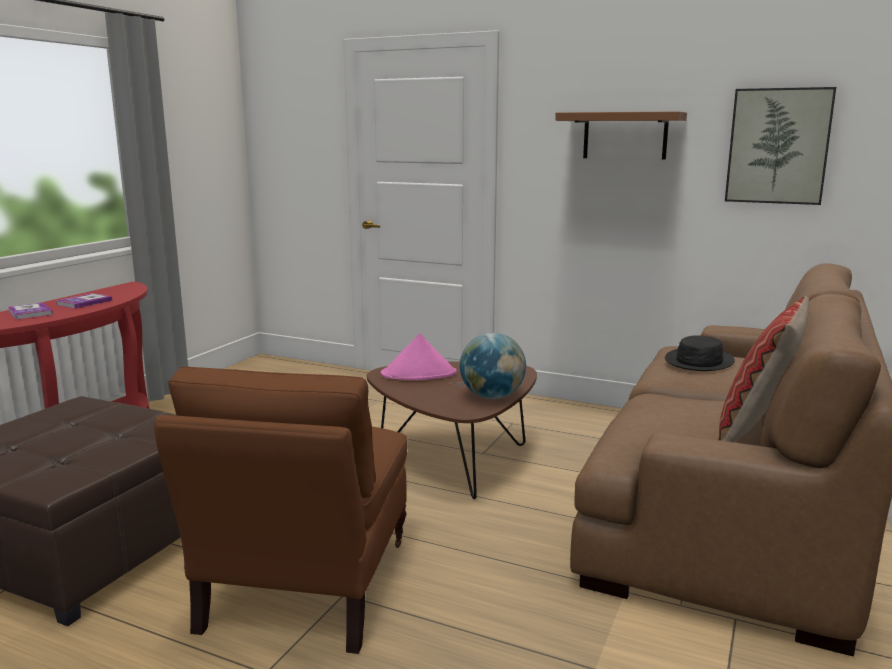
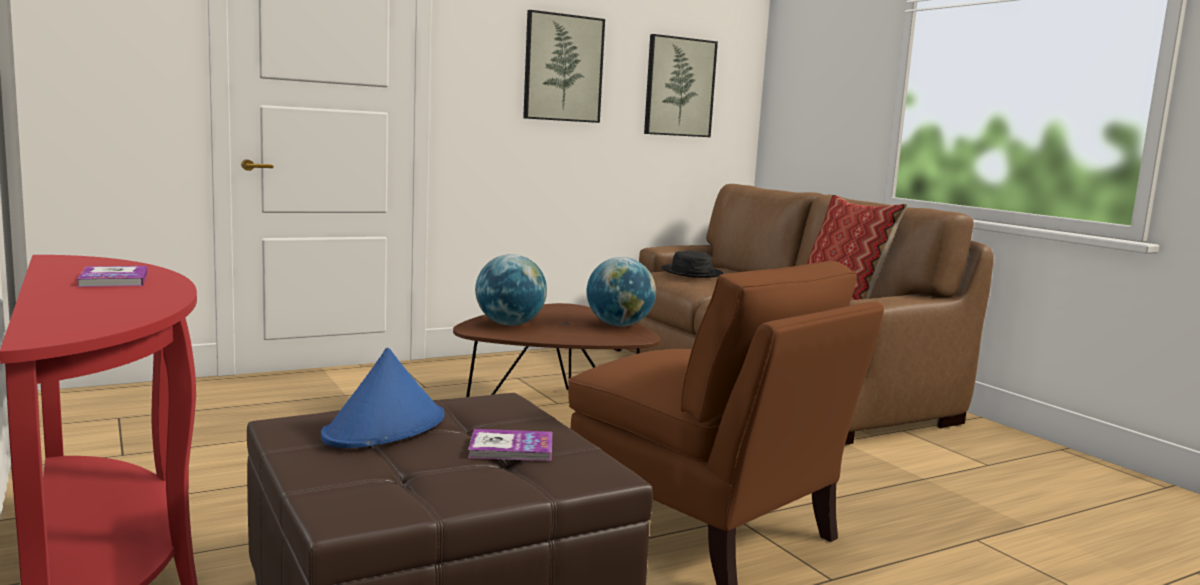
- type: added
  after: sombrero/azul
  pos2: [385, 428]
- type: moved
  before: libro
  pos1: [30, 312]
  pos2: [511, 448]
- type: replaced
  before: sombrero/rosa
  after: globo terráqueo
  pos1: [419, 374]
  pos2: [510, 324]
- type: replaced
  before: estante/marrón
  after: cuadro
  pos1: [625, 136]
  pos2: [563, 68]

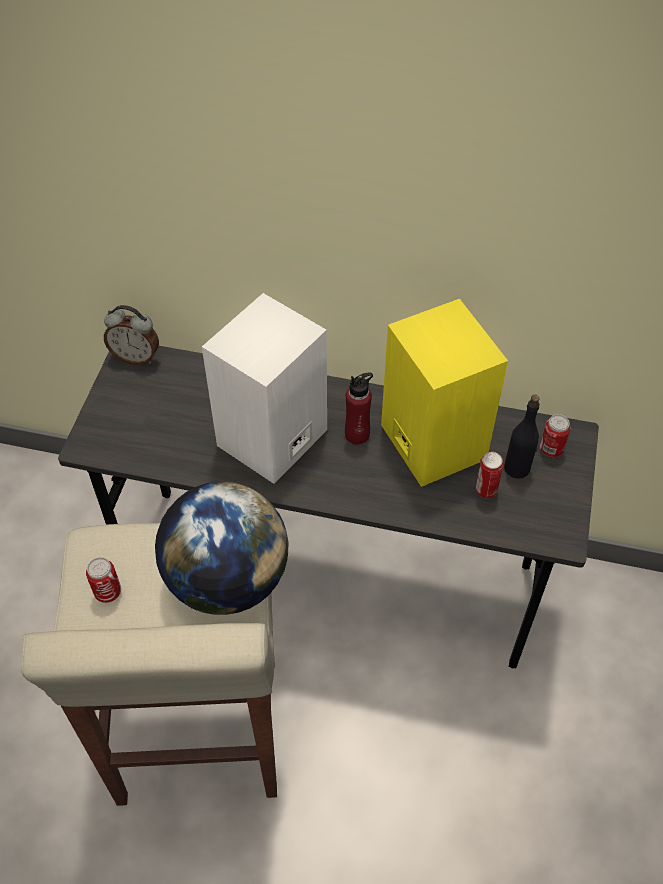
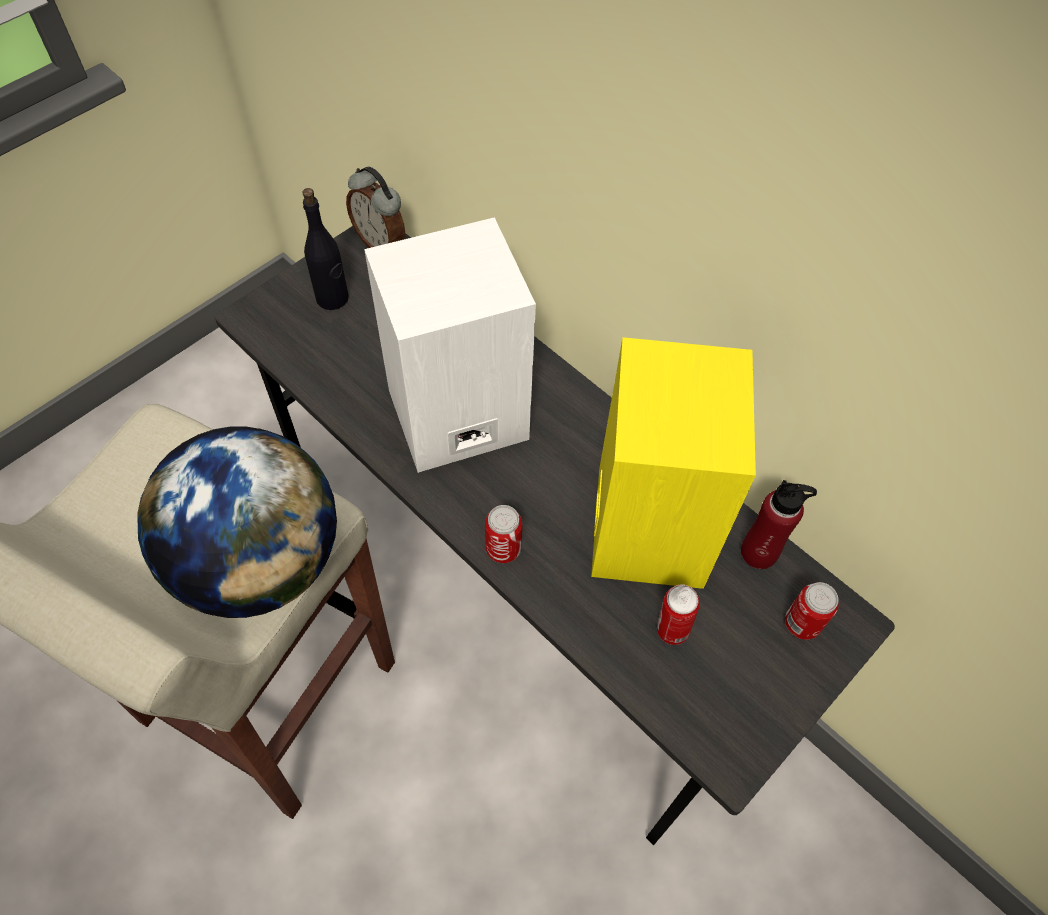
- type: moved
  before: lata
  pos1: [108, 592]
  pos2: [503, 549]
- type: moved
  before: botella/rojo
  pos1: [357, 435]
  pos2: [759, 552]
- type: moved
  before: botella/negro
  pos1: [517, 468]
  pos2: [332, 298]

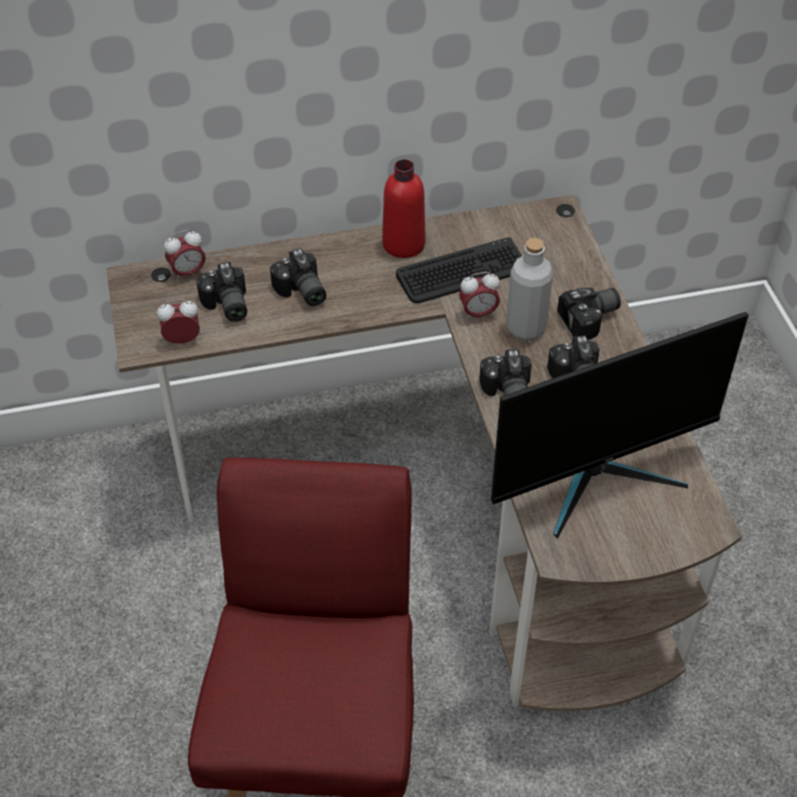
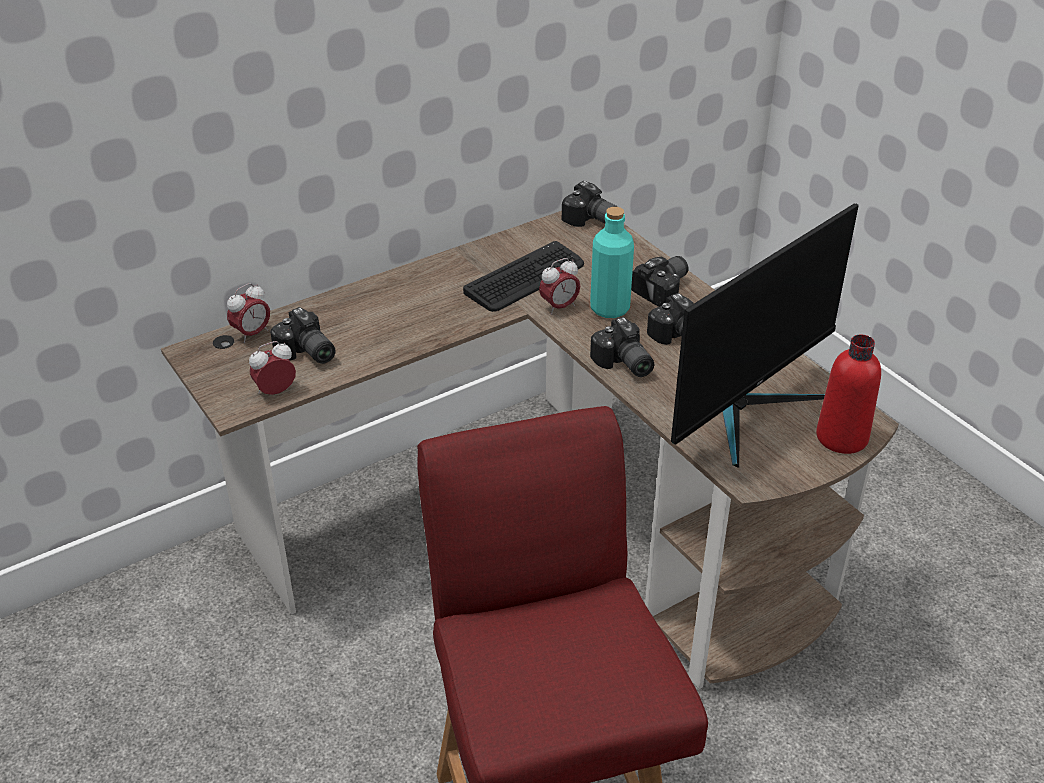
- type: moved
  before: cámara
  pos1: [301, 292]
  pos2: [591, 221]
- type: moved
  before: botella/rojo
  pos1: [403, 244]
  pos2: [842, 437]
- type: recoloured
  before: botella/gris
  after: botella/turquesa
  pos1: [526, 327]
  pos2: [609, 308]

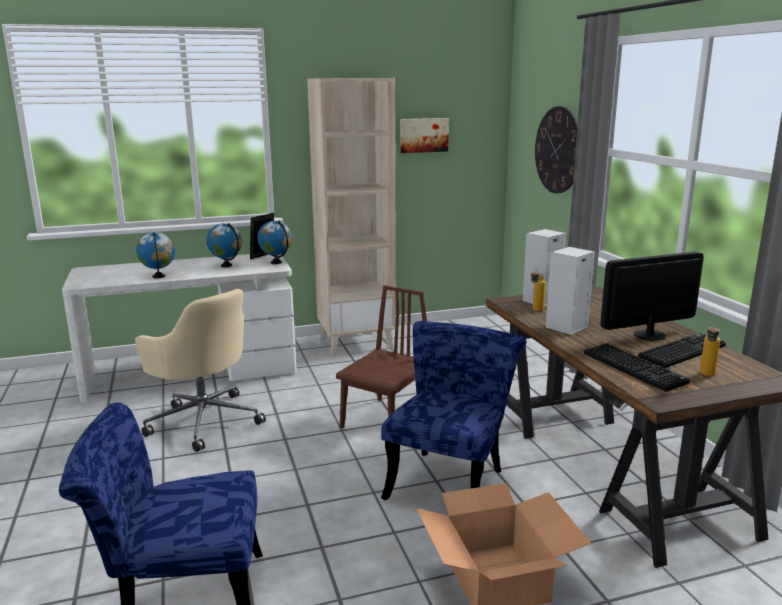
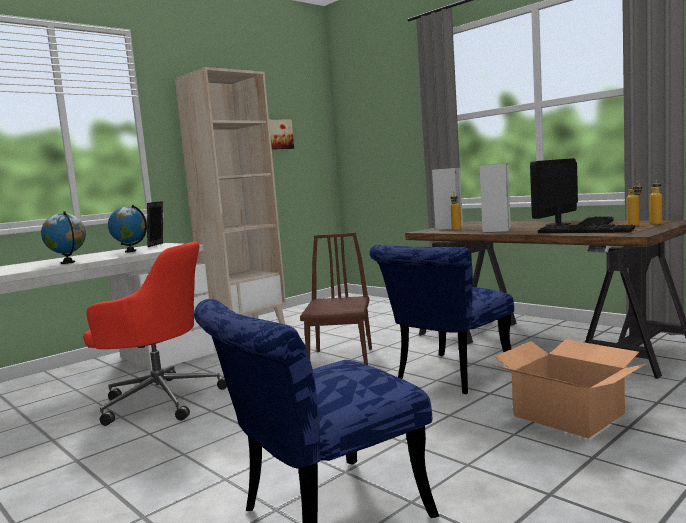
- type: removed
  before: globo terráqueo
  pos1: [276, 262]
- type: removed
  before: reloj de pared
  pos1: [558, 150]
- type: added
  after: botella
  pos2: [656, 223]
- type: recoloured
  before: silla de oficina/beis
  after: silla de oficina/rojo
  pos1: [204, 420]
  pos2: [160, 400]
- type: turned
  before: silla/azul
  pos1: [451, 480]
  pos2: [448, 376]
  turn: -135

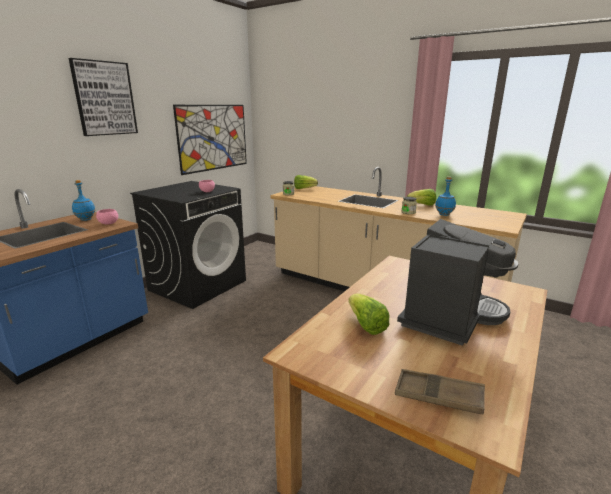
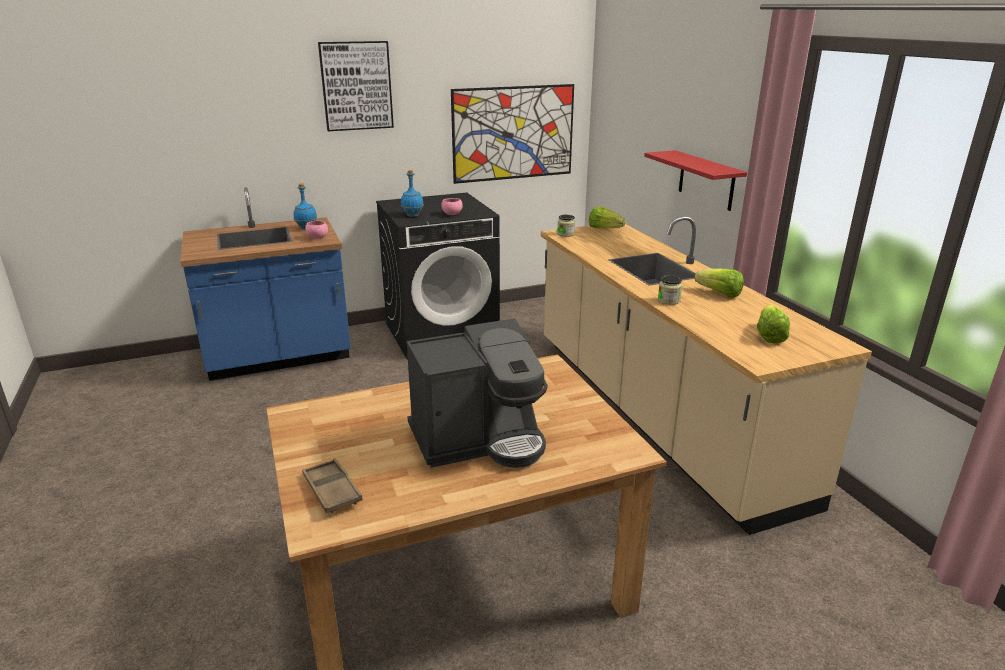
- type: added
  after: estante/rojo
  pos2: [706, 180]
- type: moved
  before: lechuga
  pos1: [366, 325]
  pos2: [769, 335]
- type: moved
  before: botella/azul
  pos1: [444, 215]
  pos2: [413, 215]

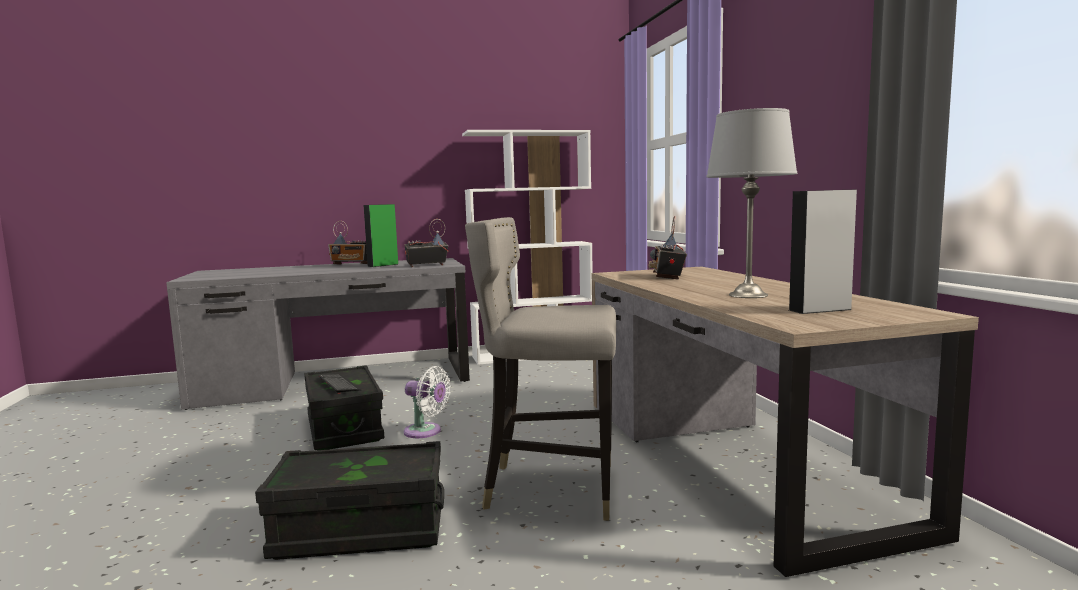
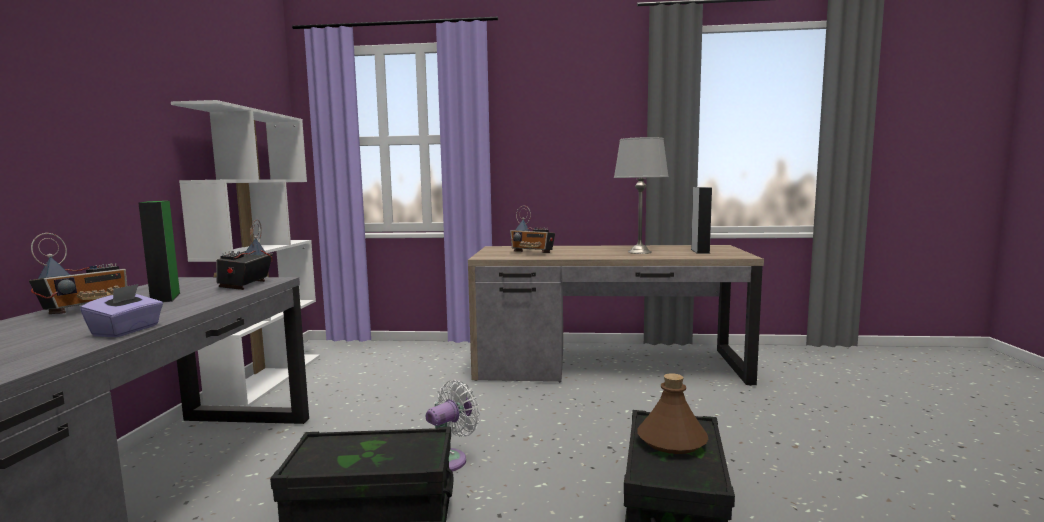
- type: removed
  before: teclado
  pos1: [339, 384]
- type: removed
  before: taburete/gris
  pos1: [550, 488]
- type: added
  after: caja de pañuelos/morado
  pos2: [127, 331]
- type: added
  after: botella/marrón
  pos2: [671, 440]

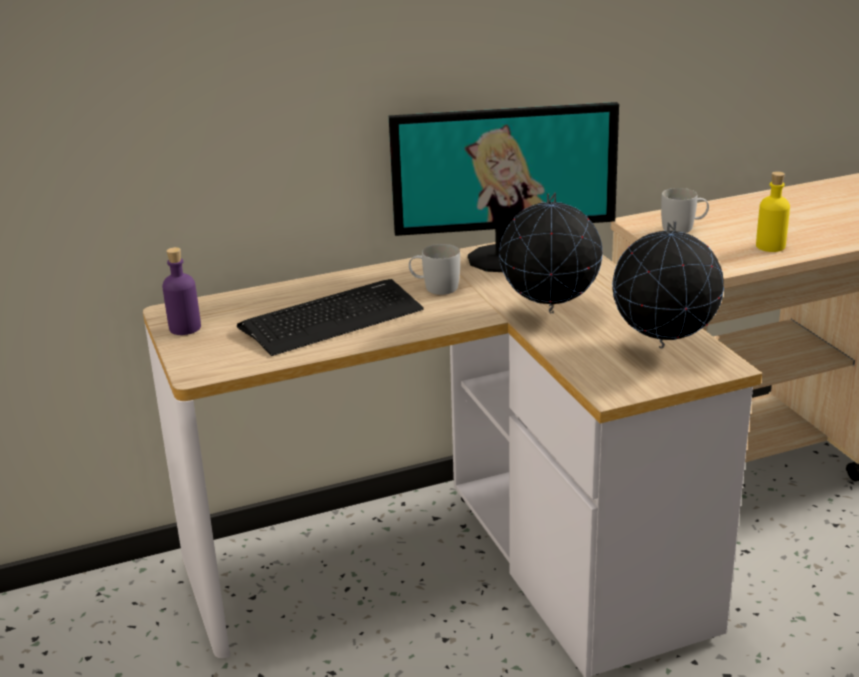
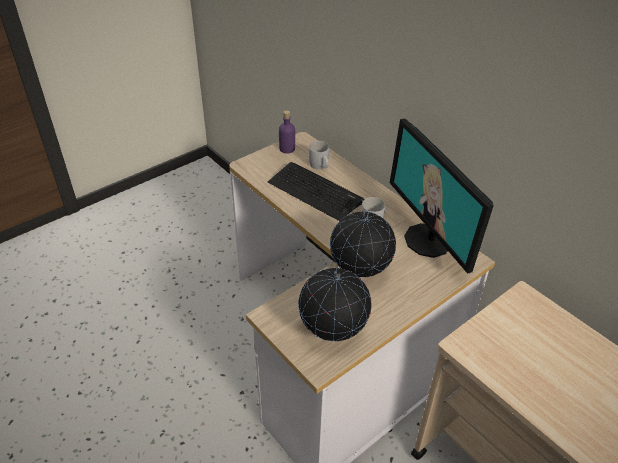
- type: removed
  before: botella/amarillo
  pos1: [770, 246]
- type: moved
  before: taza grande/blanco
  pos1: [683, 228]
  pos2: [320, 166]

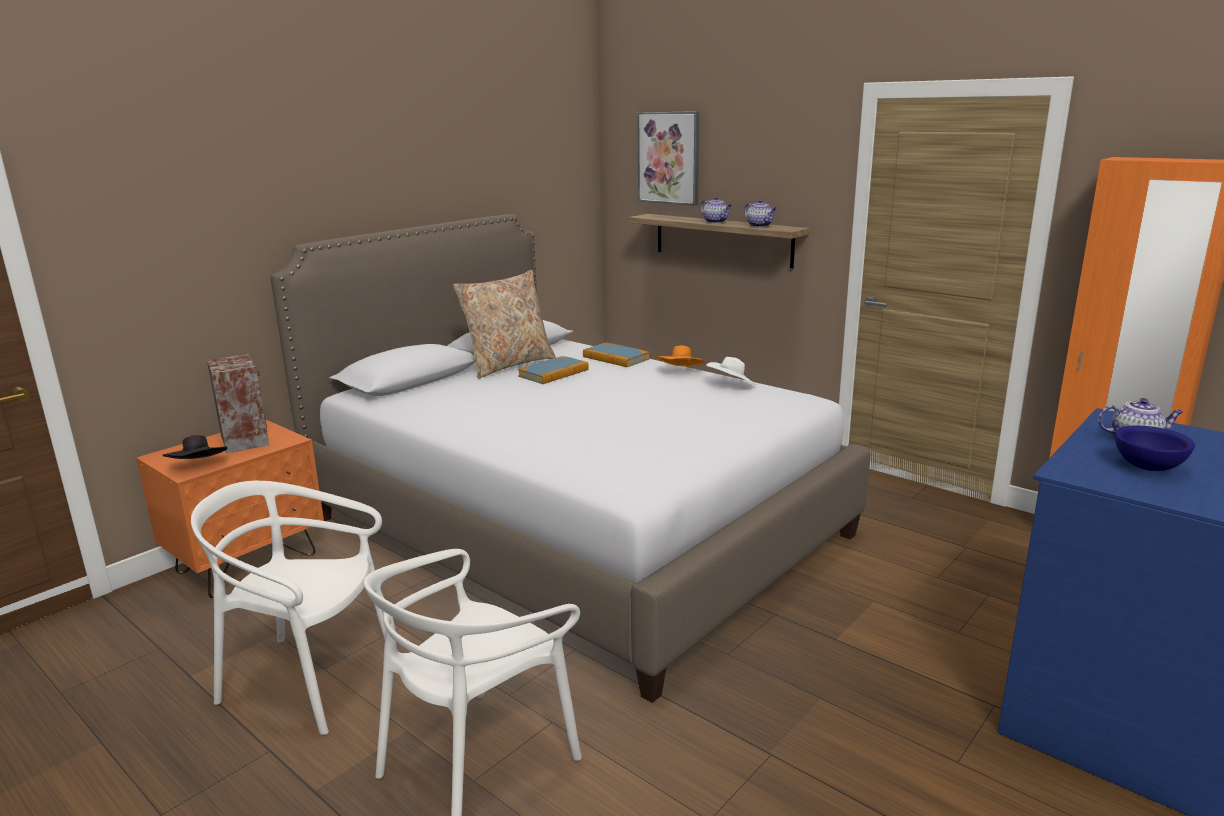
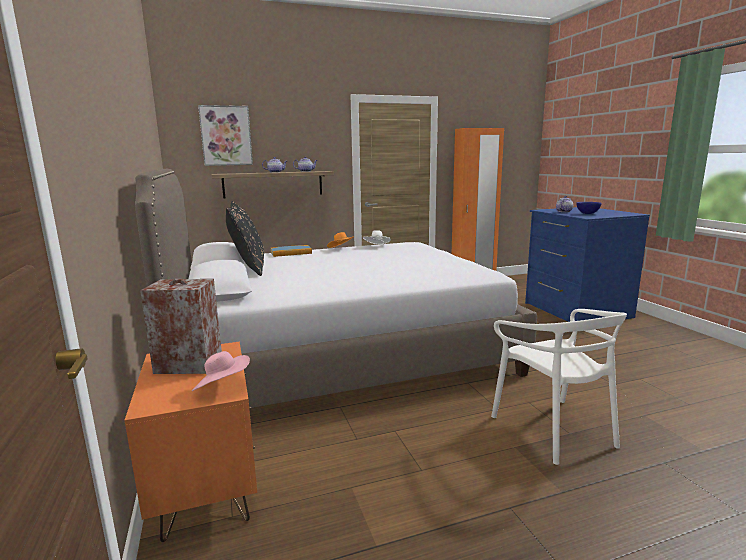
- type: removed
  before: silla/blanco
  pos1: [308, 679]
- type: removed
  before: libro
  pos1: [553, 373]
- type: recoloured
  before: sombrero/negro
  after: sombrero/rosa
  pos1: [199, 467]
  pos2: [222, 387]
- type: recoloured
  before: cojín/beis
  after: cojín/negro
  pos1: [508, 364]
  pos2: [248, 268]

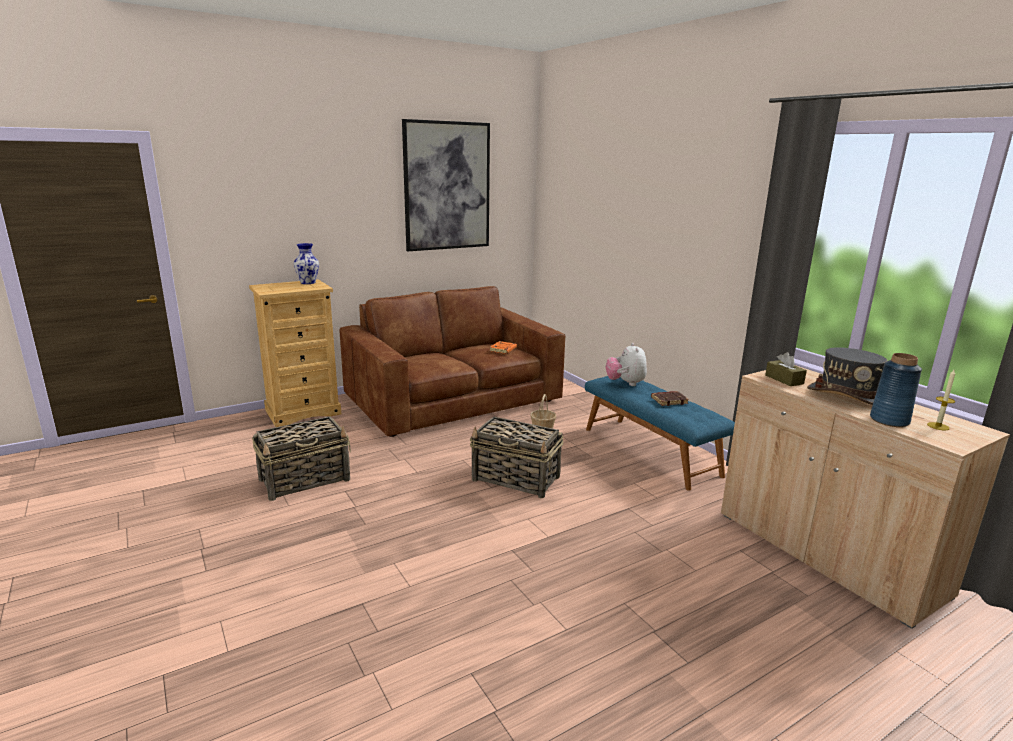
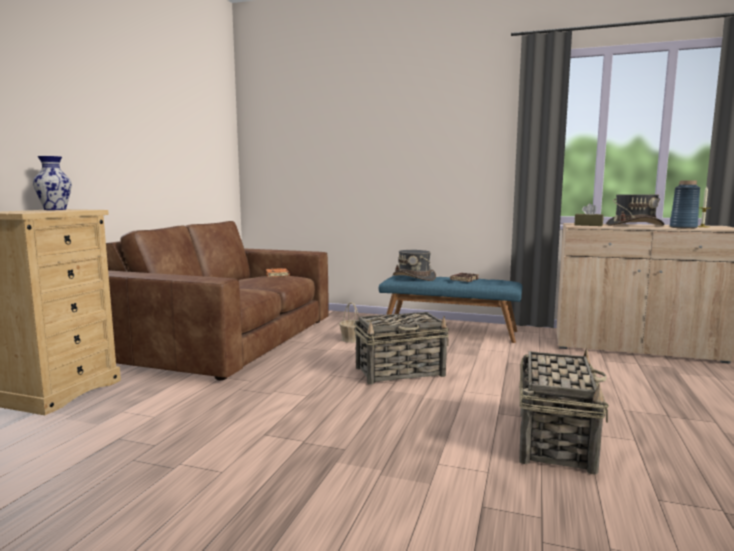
- type: removed
  before: cuadro
  pos1: [447, 186]
- type: moved
  before: cesta
  pos1: [306, 480]
  pos2: [555, 440]
- type: replaced
  before: peluche
  after: sombrero/gris
  pos1: [625, 383]
  pos2: [414, 278]

